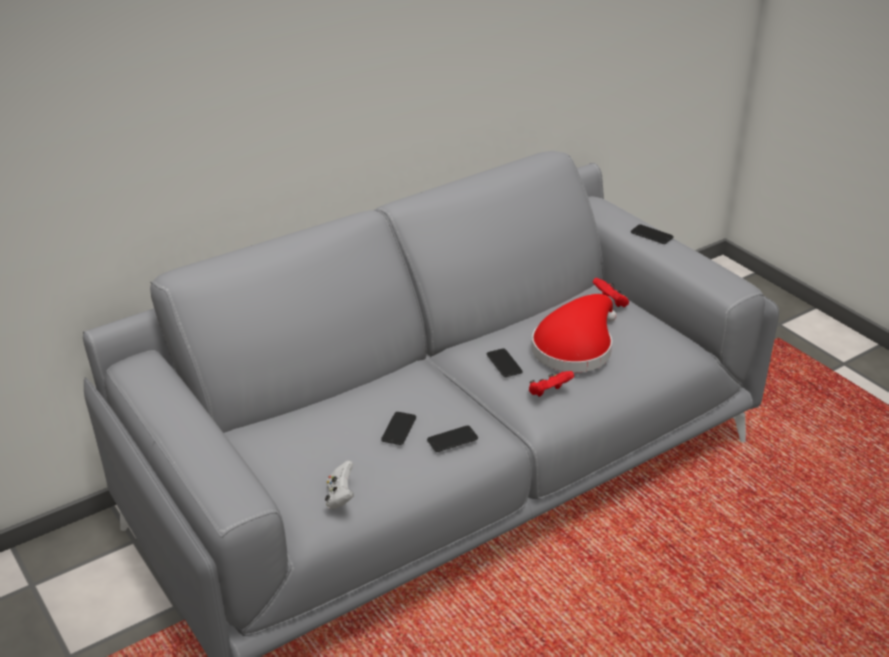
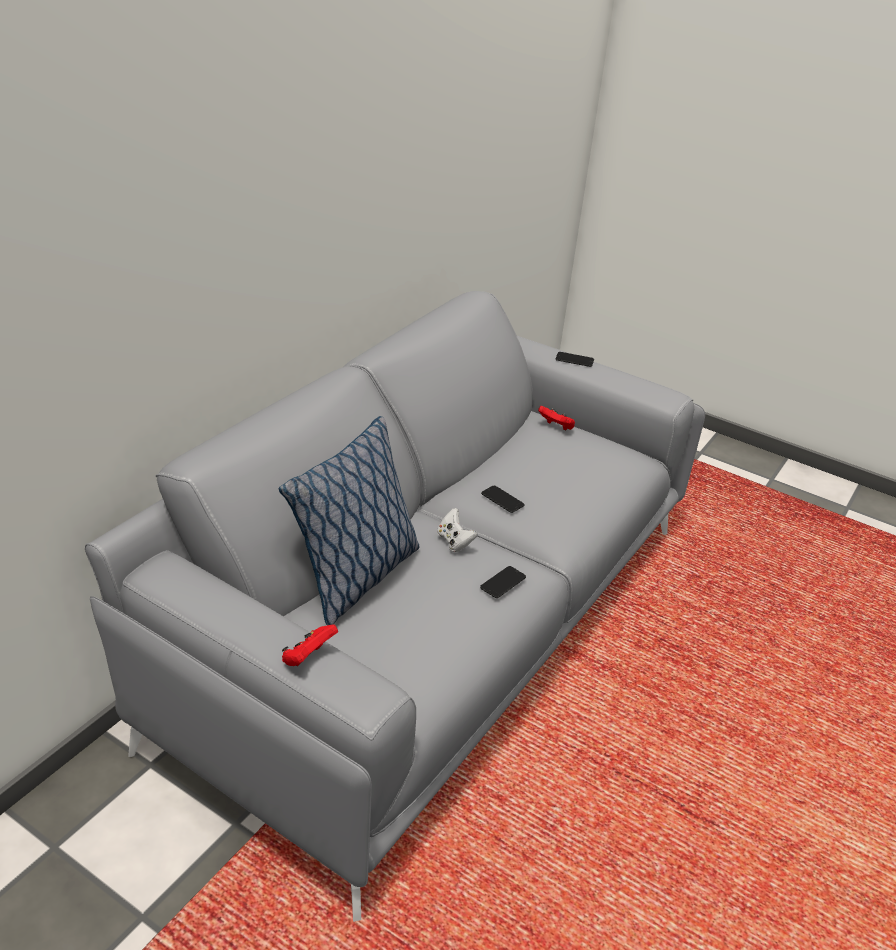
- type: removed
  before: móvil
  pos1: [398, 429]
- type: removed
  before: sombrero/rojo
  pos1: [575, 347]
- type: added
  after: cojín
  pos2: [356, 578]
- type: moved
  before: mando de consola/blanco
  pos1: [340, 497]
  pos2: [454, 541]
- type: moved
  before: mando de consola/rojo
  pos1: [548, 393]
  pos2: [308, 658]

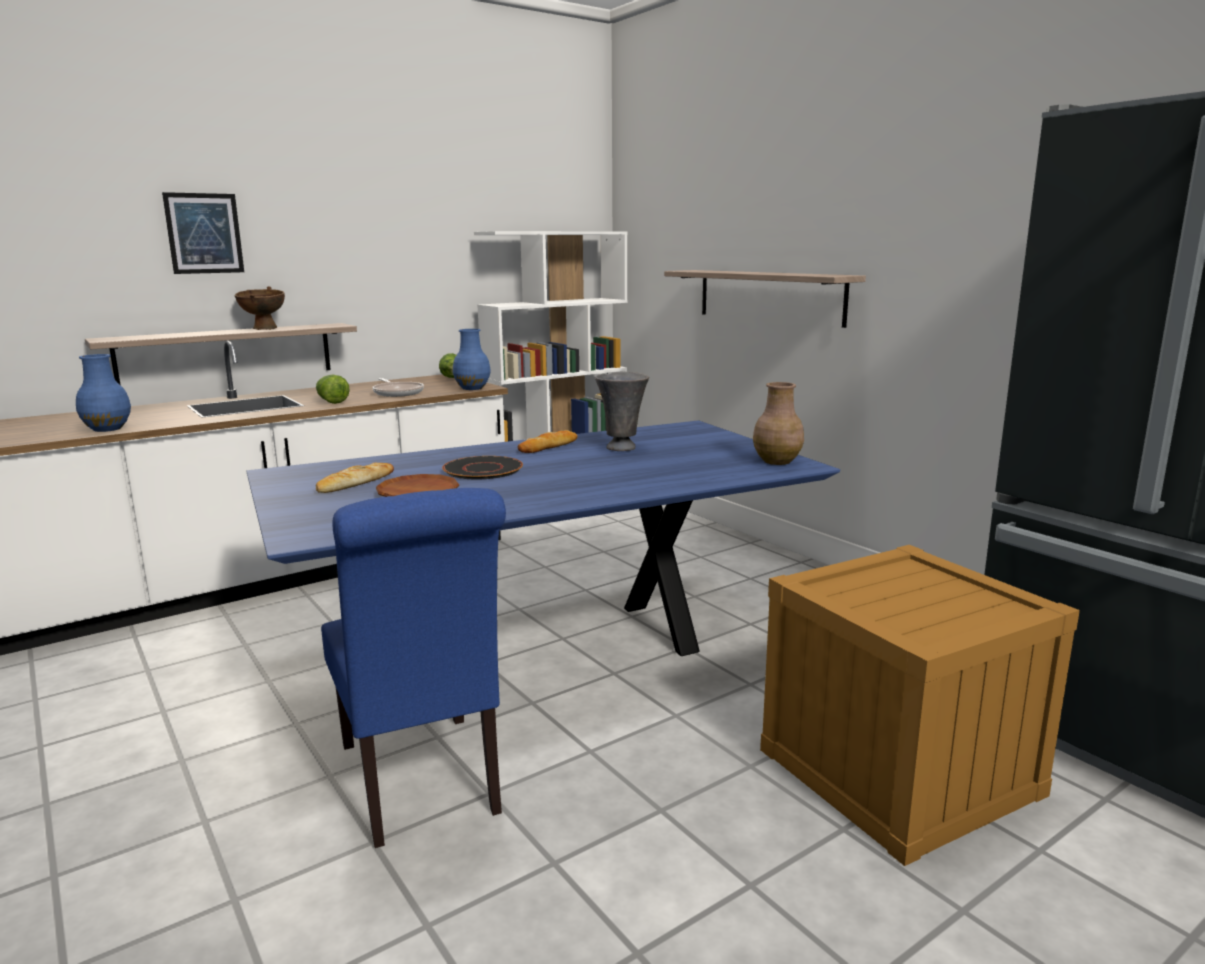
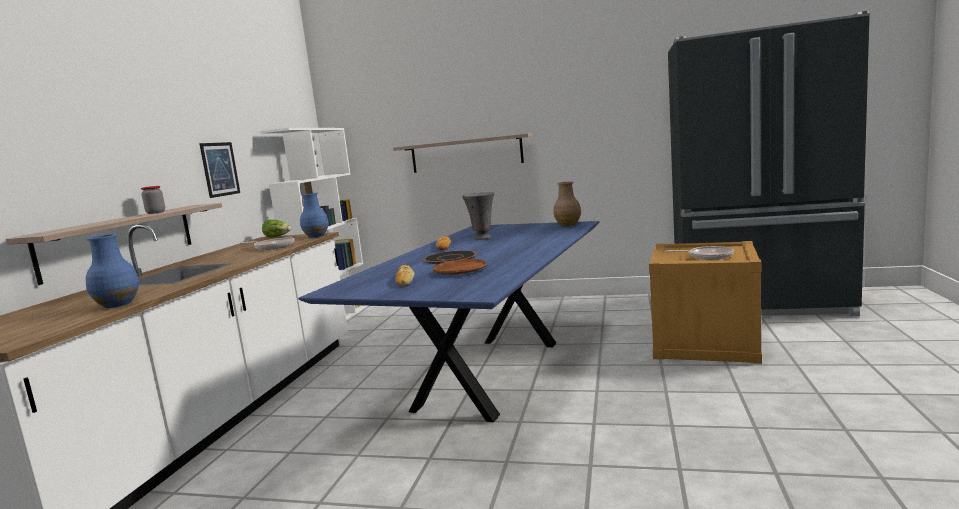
- type: removed
  before: lechuga
  pos1: [331, 401]
- type: removed
  before: silla/azul
  pos1: [423, 784]
- type: added
  after: sartén
  pos2: [707, 256]
- type: moved
  before: cuadro
  pos1: [204, 233]
  pos2: [220, 169]
- type: replaced
  before: cuenco/marrón
  after: tarro
  pos1: [263, 329]
  pos2: [156, 212]

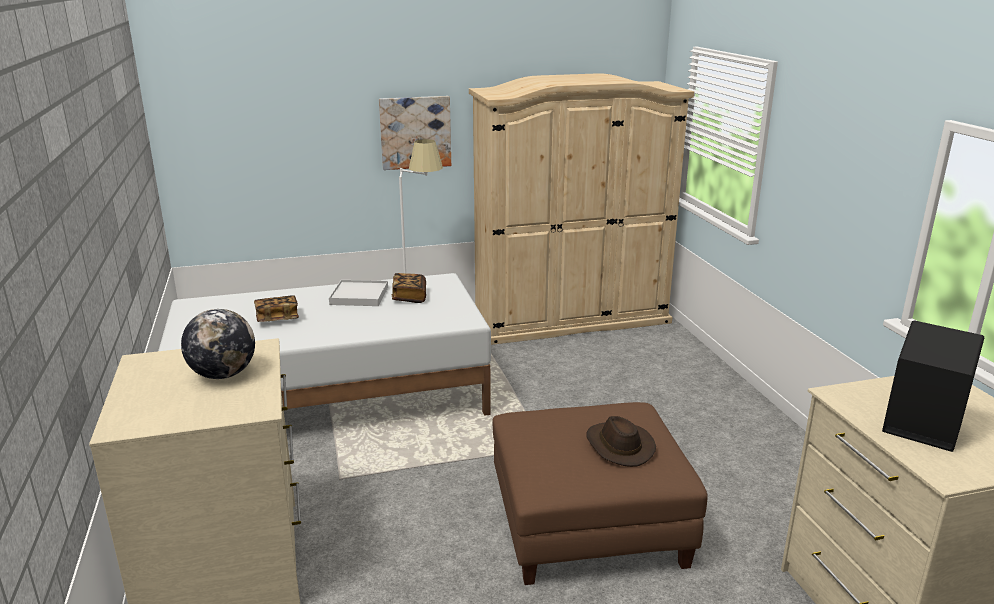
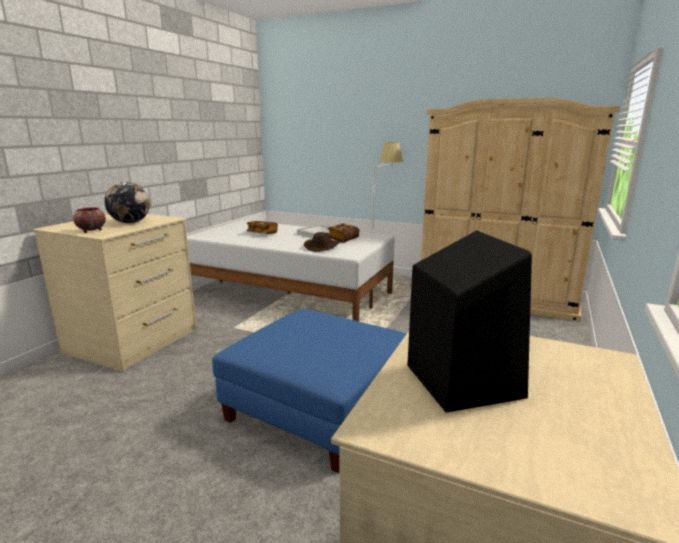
- type: removed
  before: cuadro
  pos1: [415, 132]
- type: added
  after: cuenco
  pos2: [91, 231]
- type: moved
  before: sombrero/marrón
  pos1: [618, 446]
  pos2: [322, 247]
- type: recoloured
  before: puf/marrón
  after: puf/azul
  pos1: [588, 521]
  pos2: [319, 407]

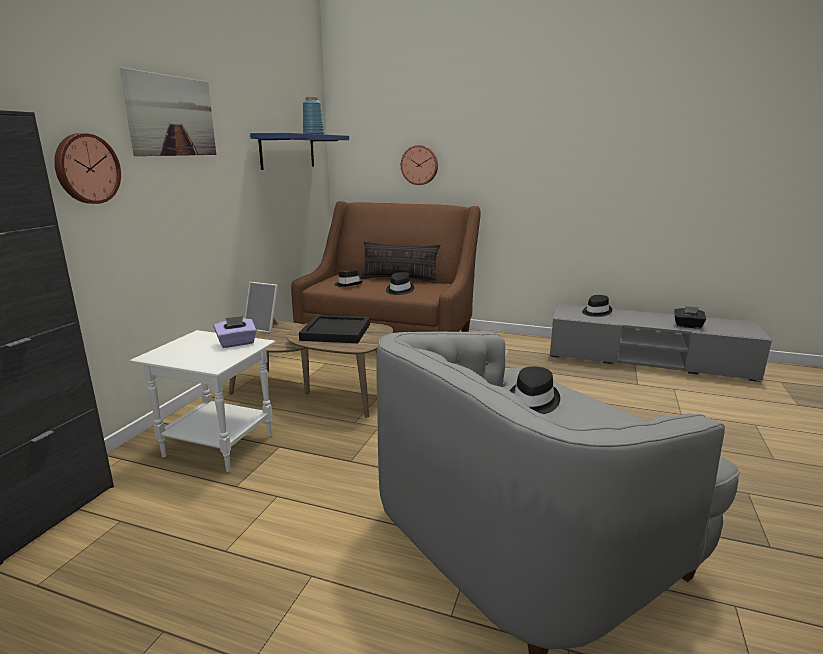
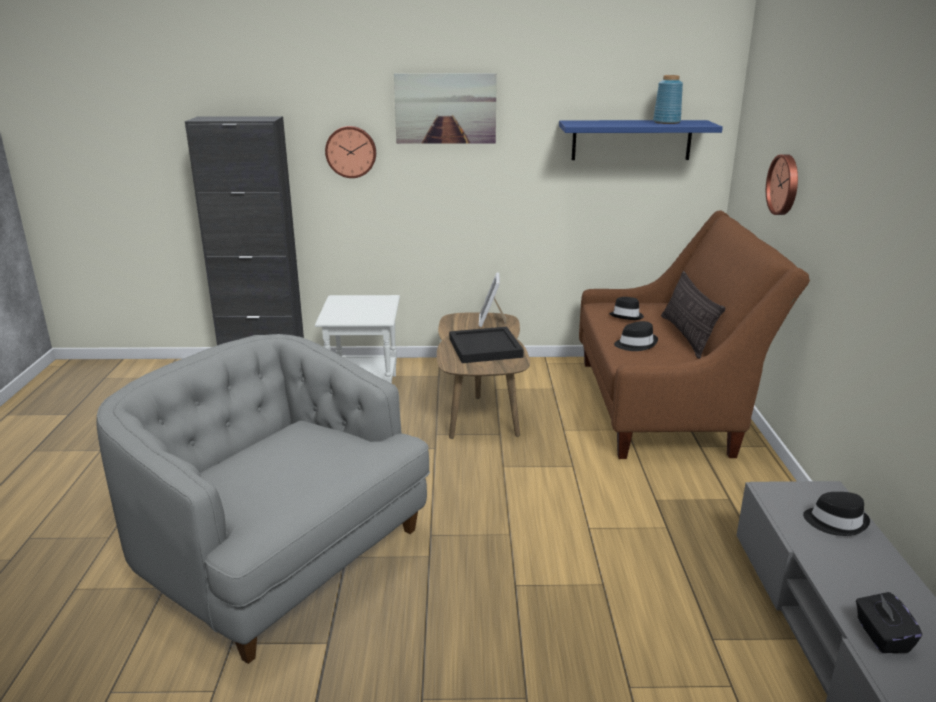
- type: removed
  before: caja de pañuelos/morado
  pos1: [237, 343]
- type: removed
  before: sombrero/negro
  pos1: [531, 401]

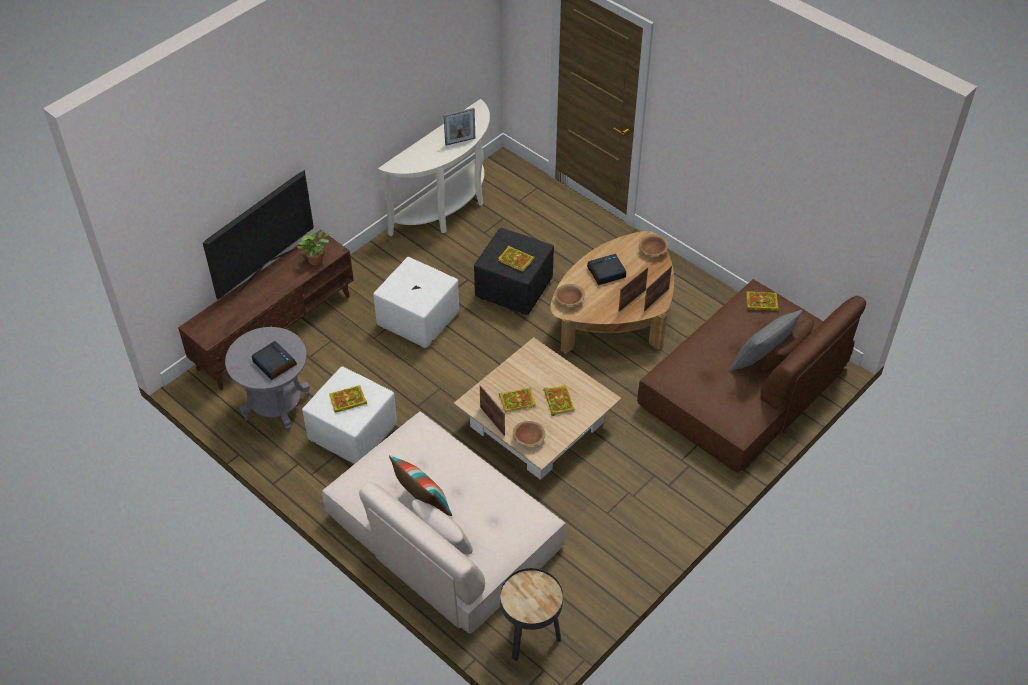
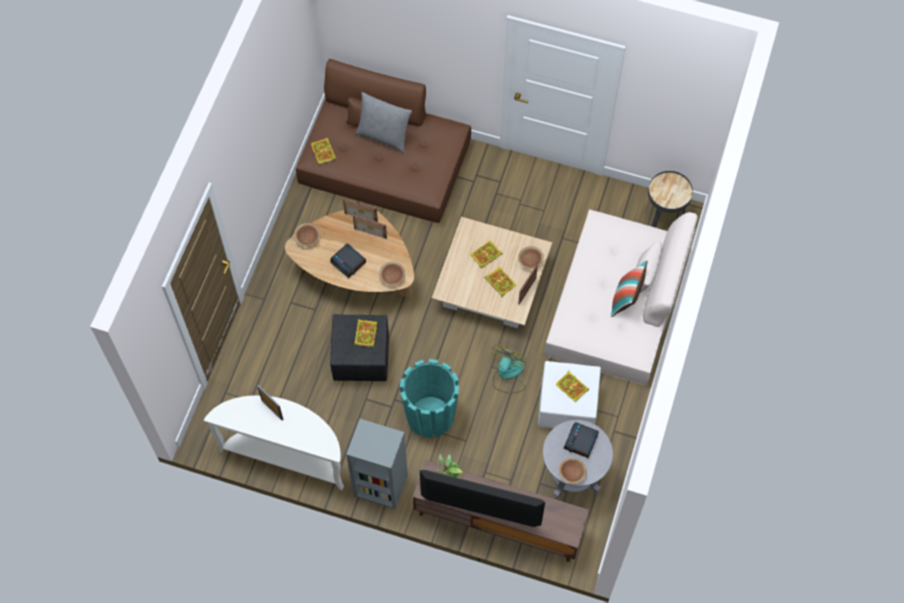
- type: added
  after: estantería/gris
  pos2: [380, 486]
- type: added
  after: ventilador
  pos2: [507, 375]
- type: added
  after: cuenco/marrón
  pos2: [572, 473]
- type: replaced
  before: puf/blanco
  after: maceta/turquesa
  pos1: [418, 320]
  pos2: [430, 415]

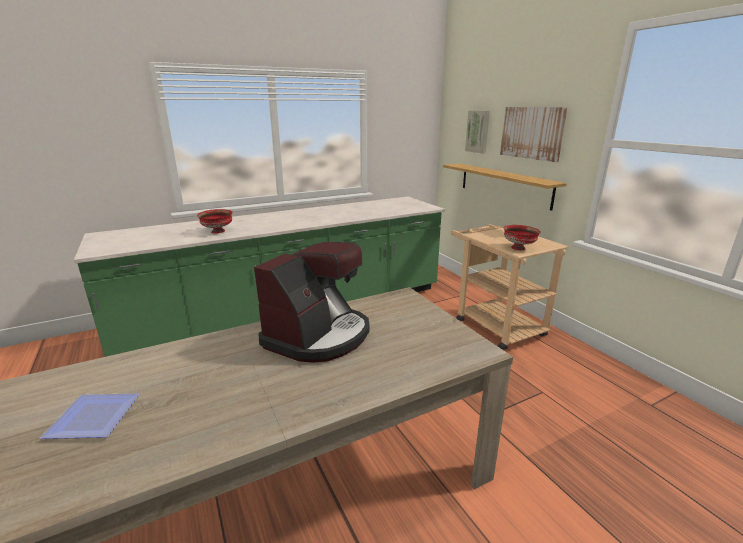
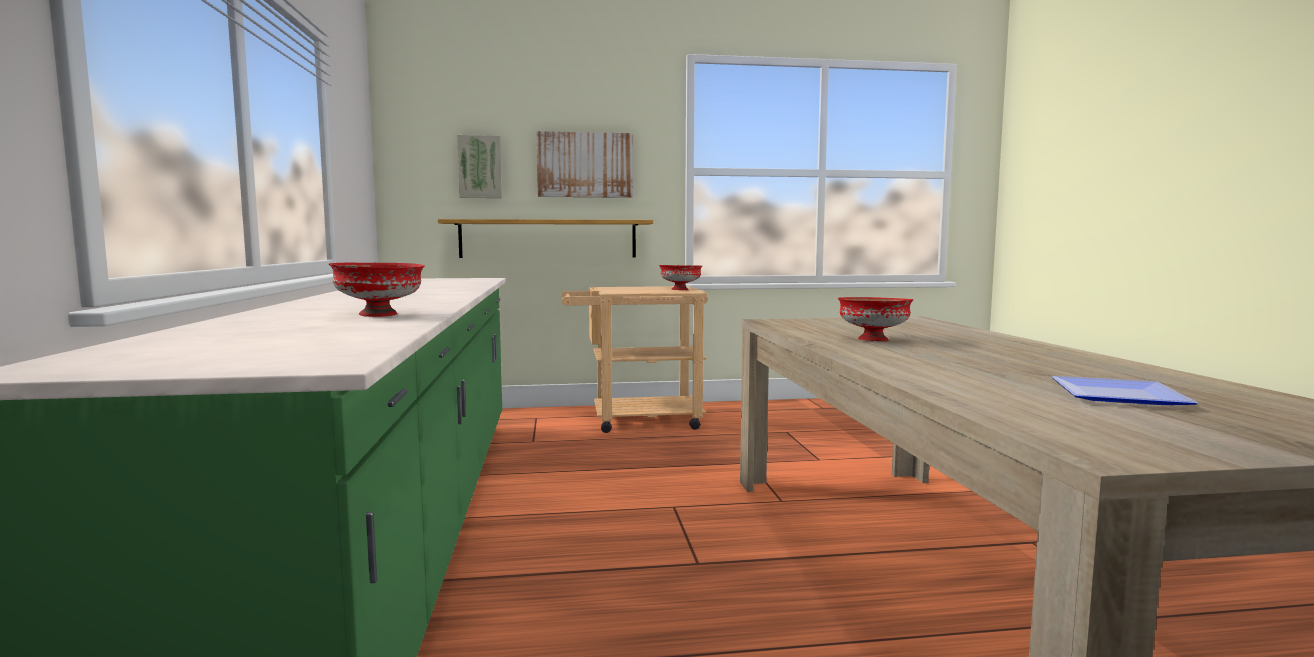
- type: replaced
  before: cafetera
  after: cuenco/rojo
  pos1: [319, 336]
  pos2: [872, 340]

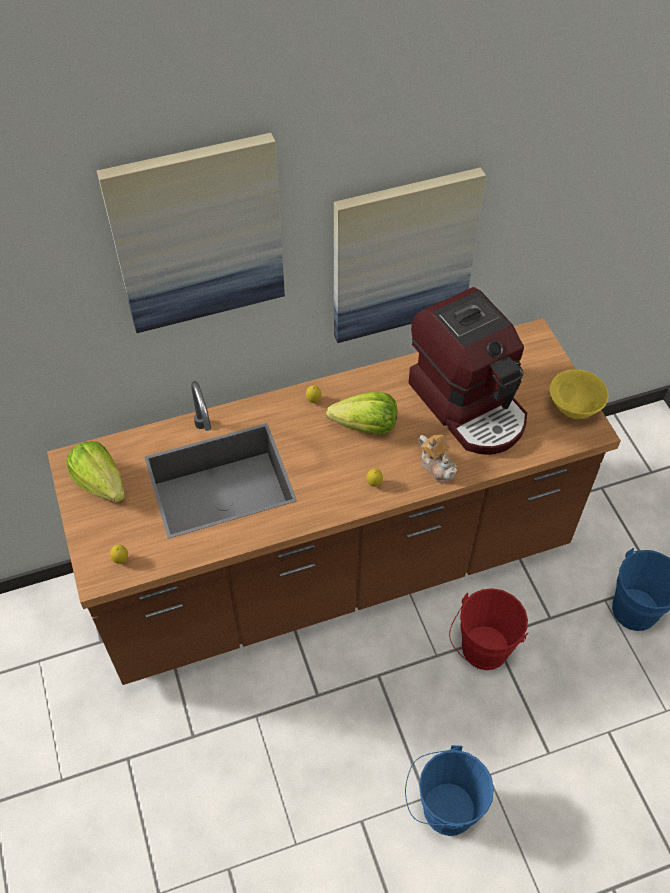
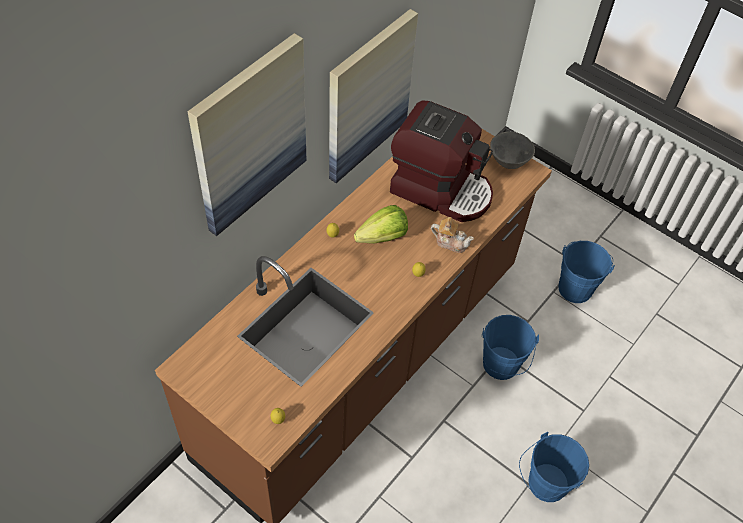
- type: removed
  before: lechuga
  pos1: [101, 483]
- type: recoloured
  before: cubo/rojo
  after: cubo/azul
  pos1: [481, 652]
  pos2: [500, 367]
- type: recoloured
  before: cuenco/amarillo
  after: cuenco/gris
  pos1: [574, 407]
  pos2: [508, 160]

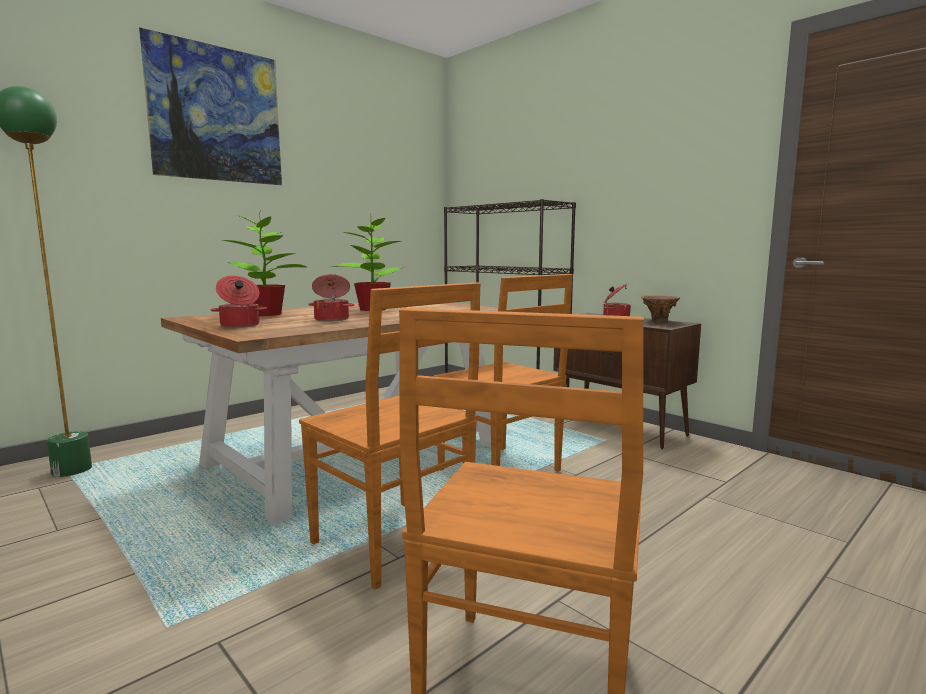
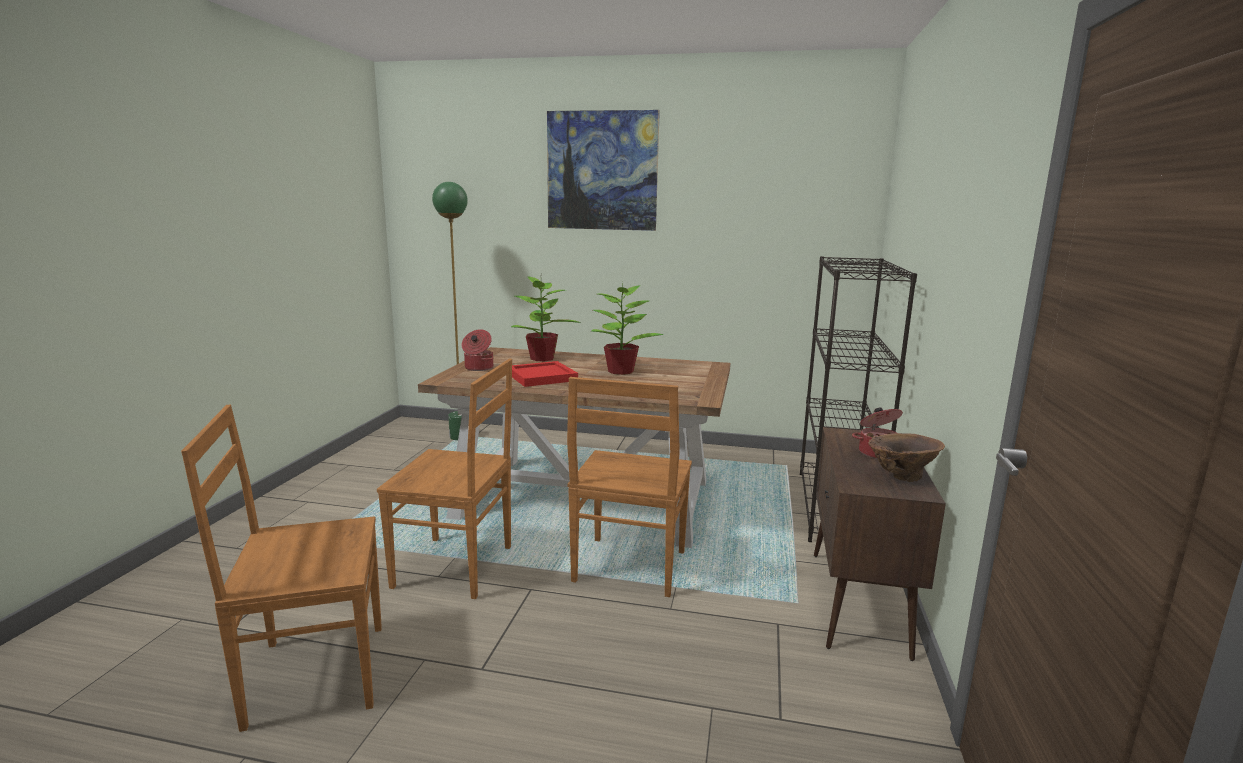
- type: replaced
  before: olla
  after: bandeja/rojo
  pos1: [332, 319]
  pos2: [542, 376]
- type: turned
  before: silla/marrón
  pos1: [395, 542]
  pos2: [457, 567]
  turn: -90

